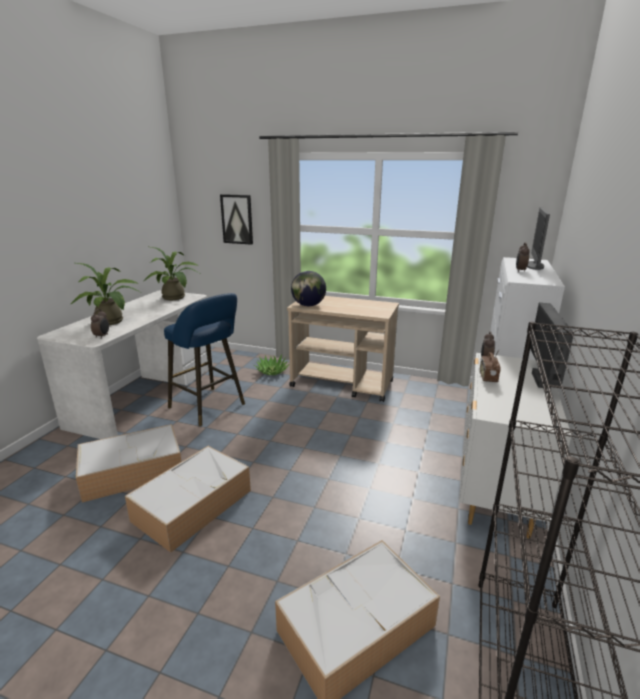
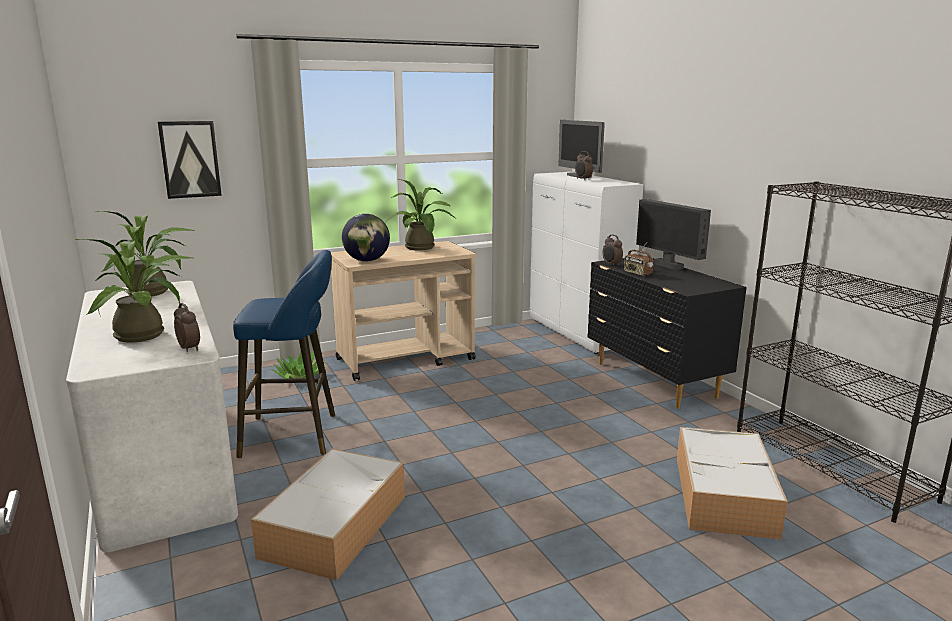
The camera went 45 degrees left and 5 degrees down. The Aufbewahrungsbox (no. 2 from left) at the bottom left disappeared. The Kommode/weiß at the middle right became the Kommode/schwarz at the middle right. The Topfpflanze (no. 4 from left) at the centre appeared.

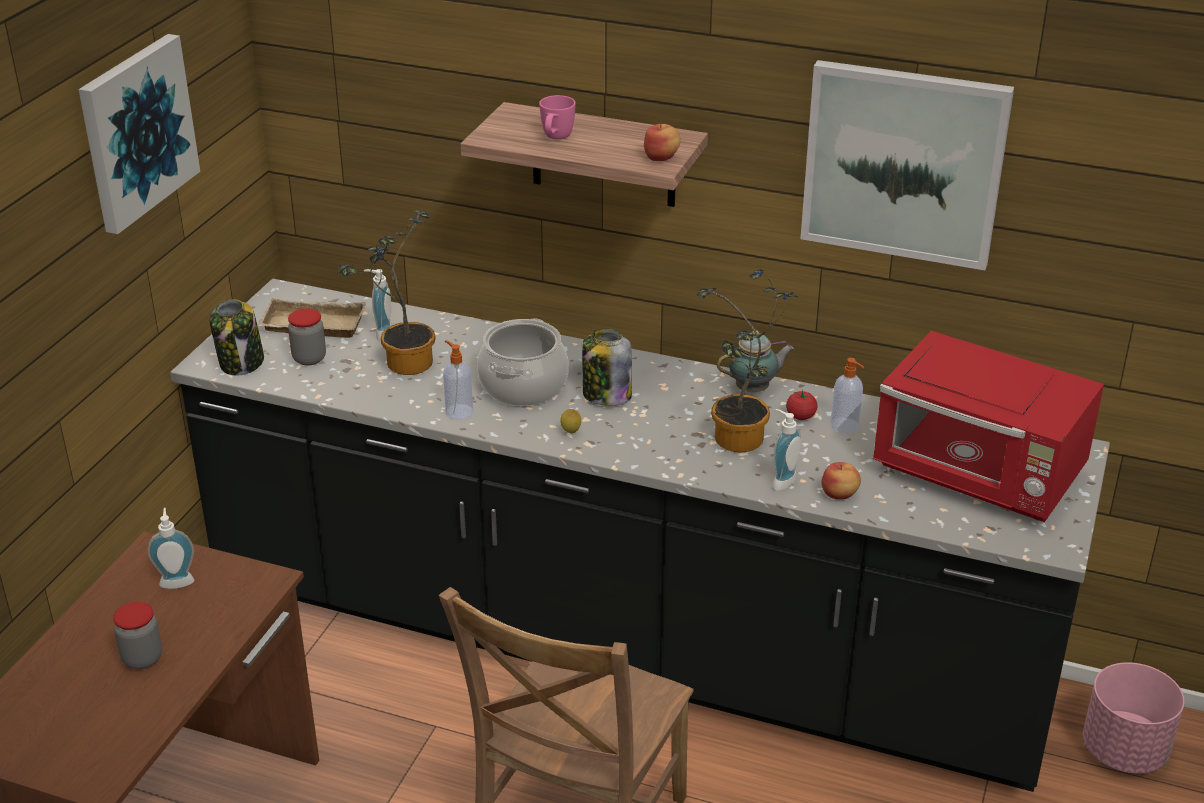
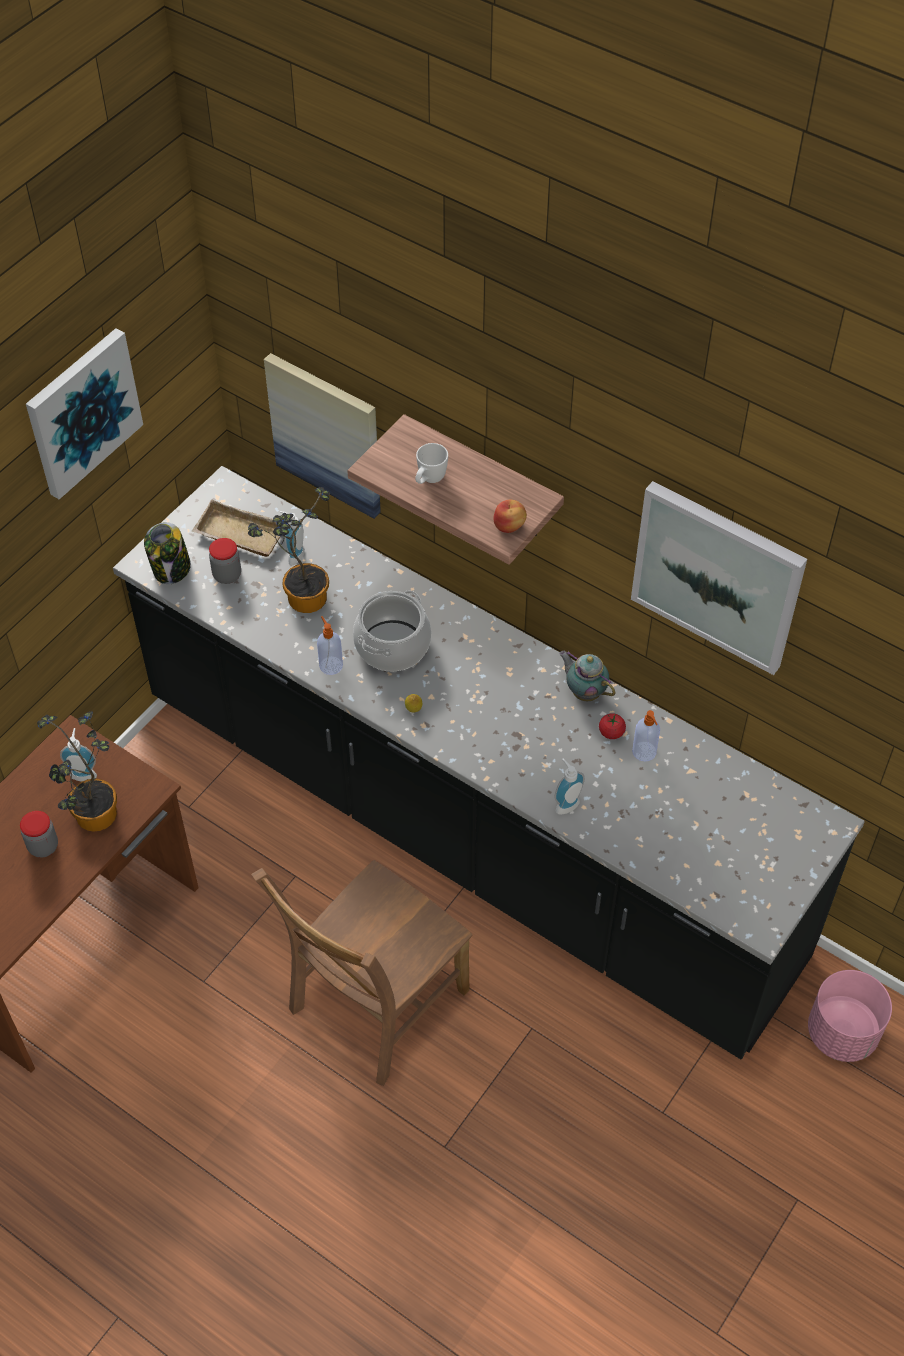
The camera went 15 degrees right and 20 degrees up. The Henkelbecher/rosa at the top centre became the Henkelbecher/weiß at the centre. The Vorratsglas (no. 4 from left) at the centre disappeared. The Topfpflanze (no. 2 from left in the first image) moved from the centre to the middle left. The Teekanne at the centre turned 135 degrees counterclockwise. The Apfel (no. 2 from left) at the middle right disappeared. The Mikrowelle/rot at the middle right disappeared. The Bild (no. 2 from left) at the top centre appeared.

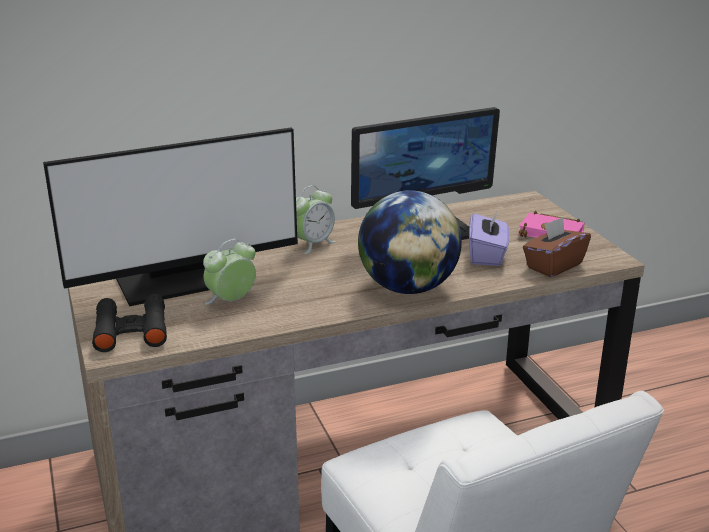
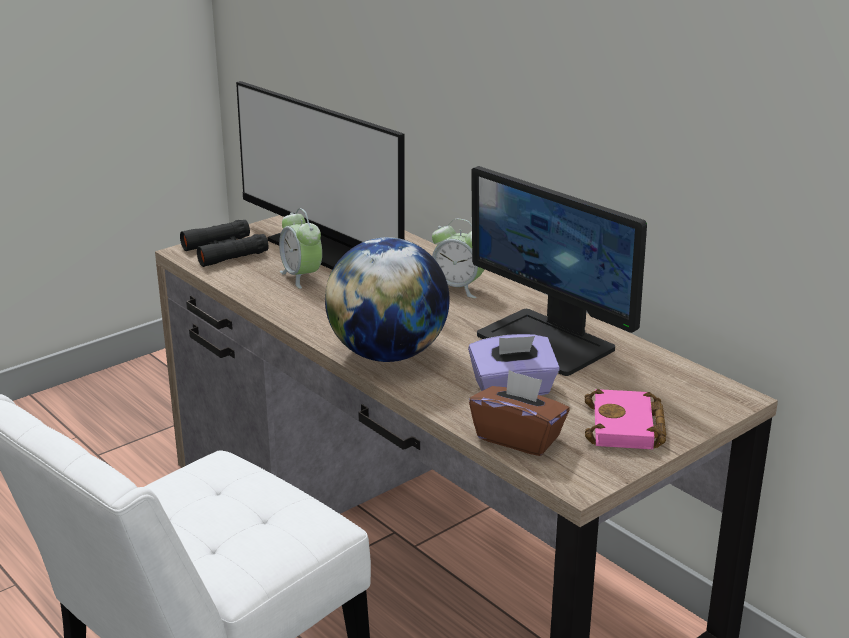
The camera went 70 degrees right and 0 degrees up. The Wecker (no. 1 from left) at the middle left turned 150 degrees counterclockwise.

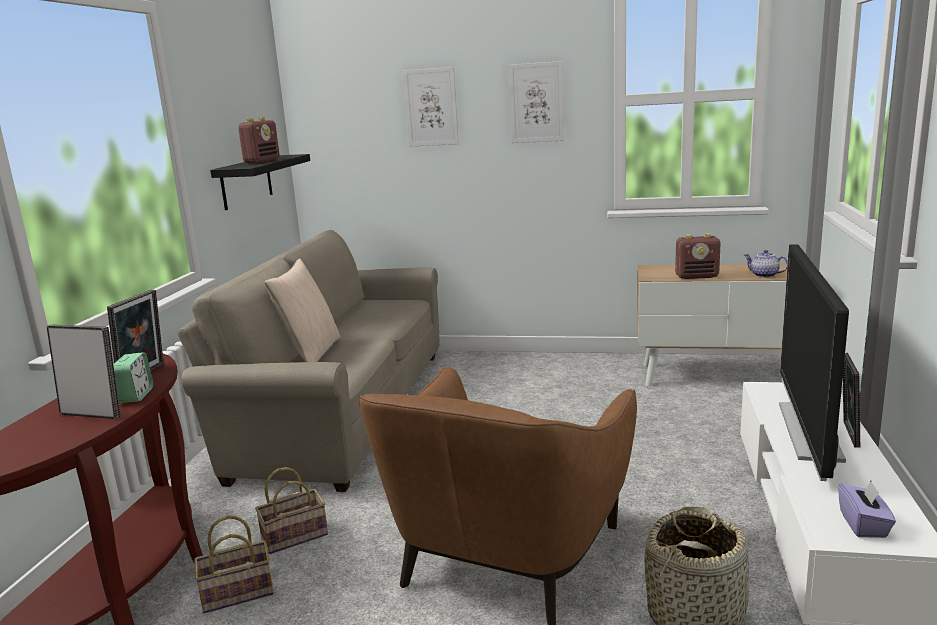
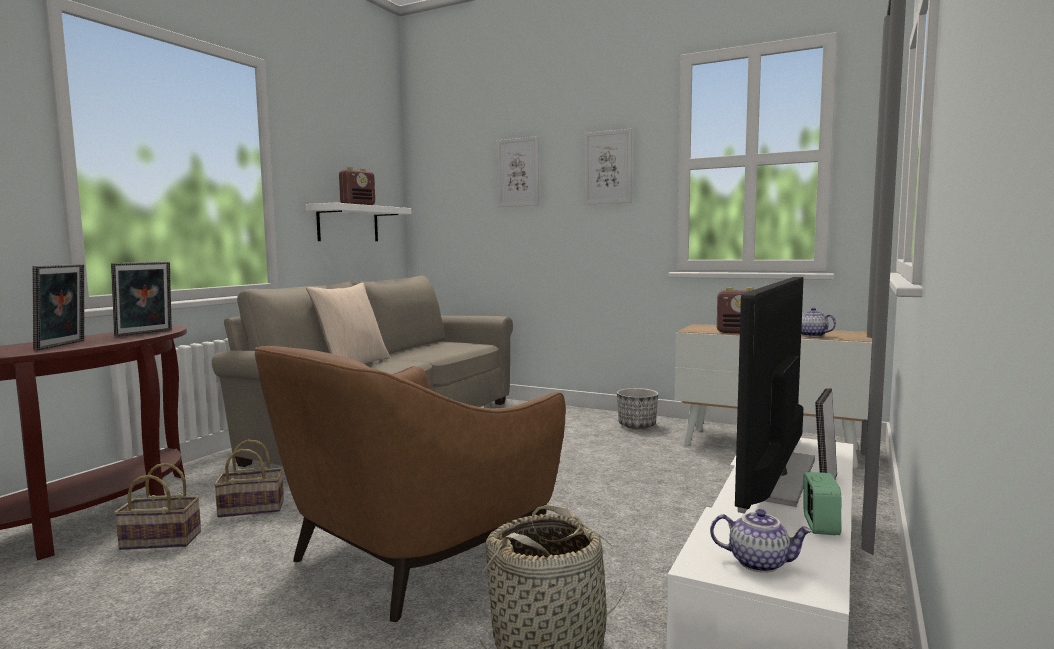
The camera went 15 degrees right and 10 degrees down. The Bilderrahmen (no. 1 from left) at the middle left turned 60 degrees clockwise. The Wecker moved from the middle left to the bottom right. The Wandregal/schwarz at the top left became the Wandregal/weiß at the centre. The Taschentuchbox/lila at the bottom right was replaced by the Teekanne (no. 1 from left) at the bottom right. The Pflanzkübel at the centre appeared.

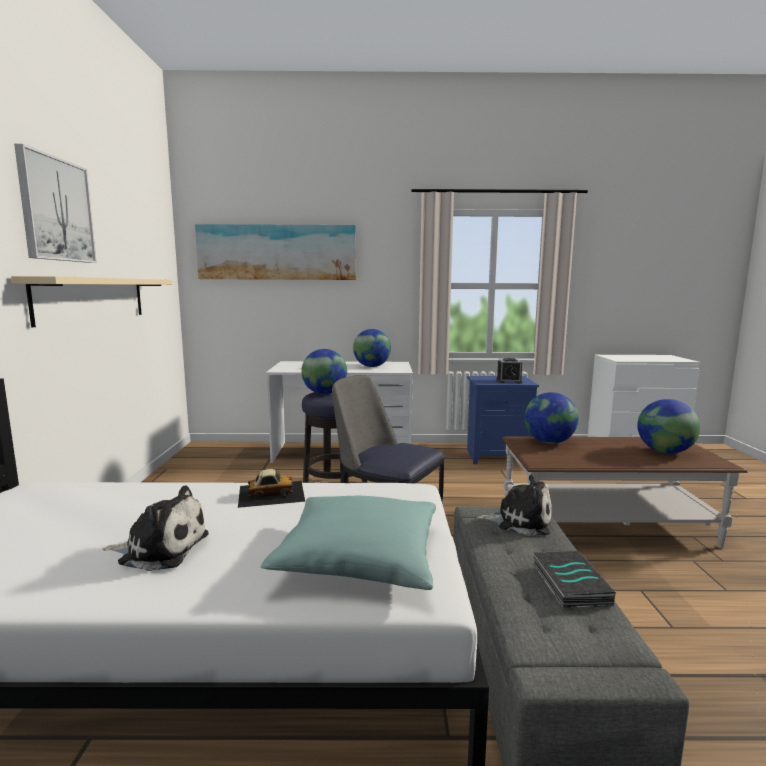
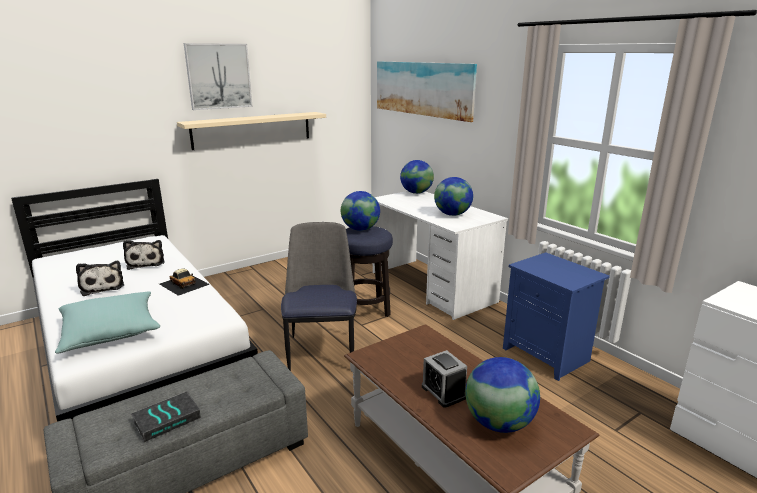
The camera went 55 degrees right and 10 degrees up. The Plüschtier (no. 2 from left) moved from the middle right to the middle left. The Wecker moved from the centre to the bottom centre. The Globus (no. 3 from left in the first image) moved from the middle right to the centre.

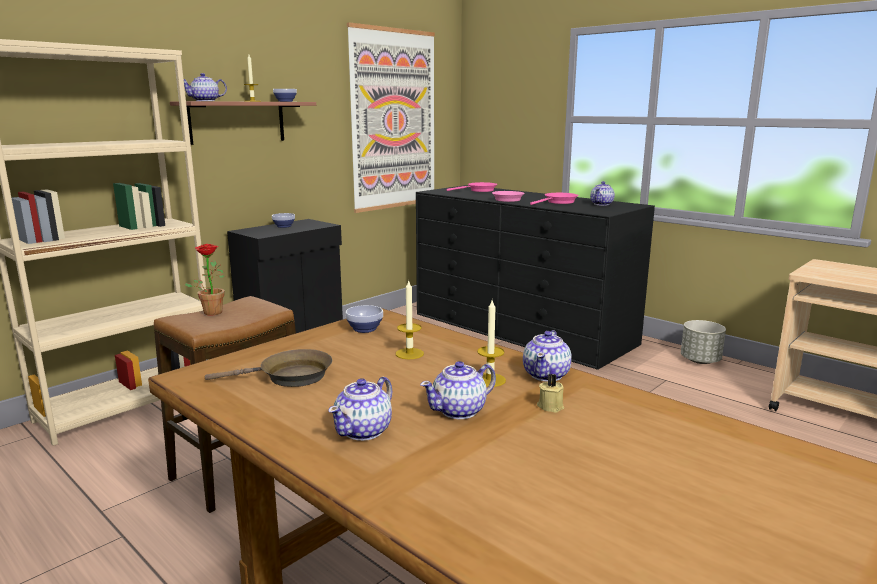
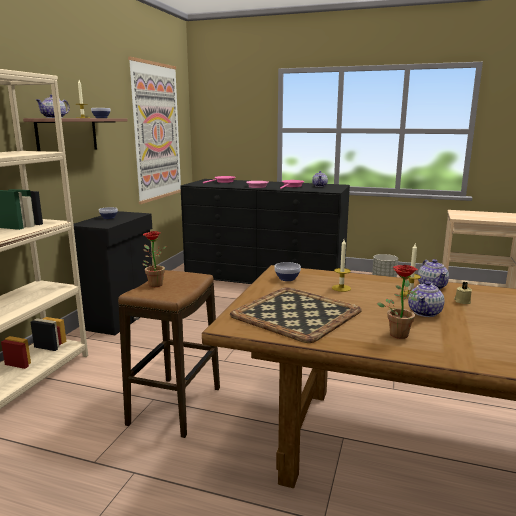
The camera went 25 degrees left and 0 degrees up. The Pfanne/braun at the middle left was replaced by the Tablett at the centre. The Teekanne (no. 2 from left) at the bottom centre was replaced by the Topfpflanze (no. 2 from left) at the middle right.

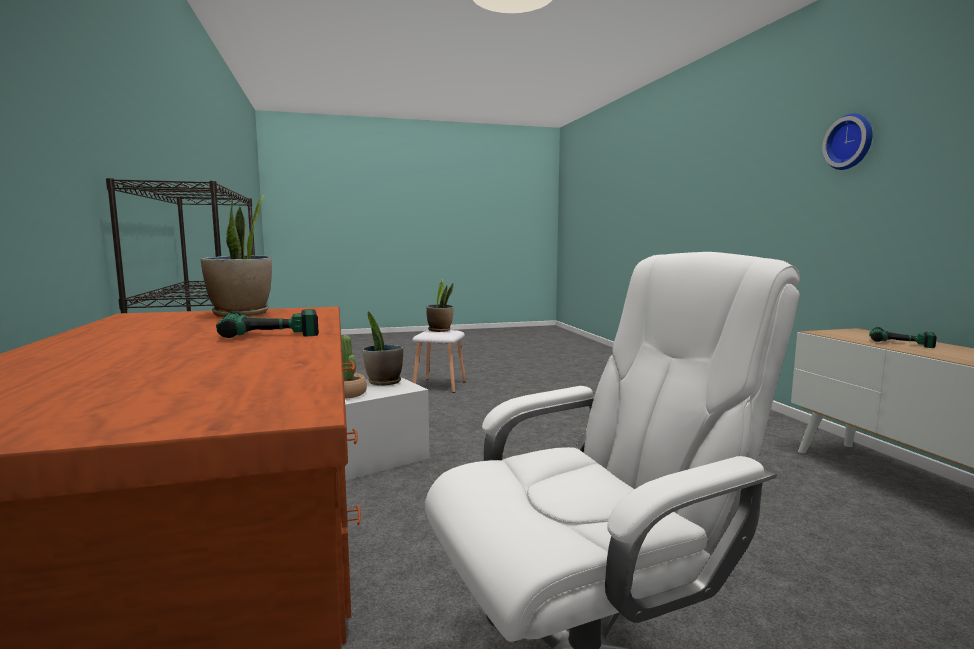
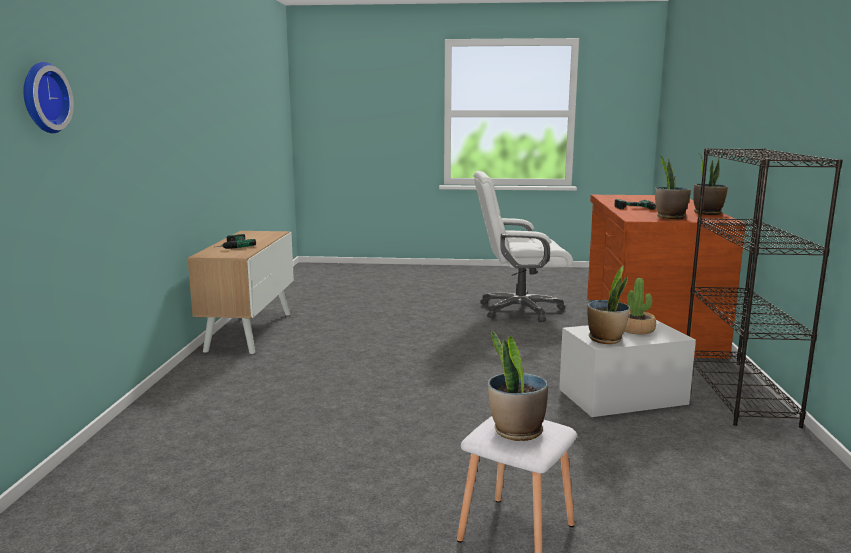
The camera went 160 degrees left and 5 degrees up. The Wanduhr moved from the top right to the top left. The Topfpflanze (no. 5 from left) at the middle right appeared.

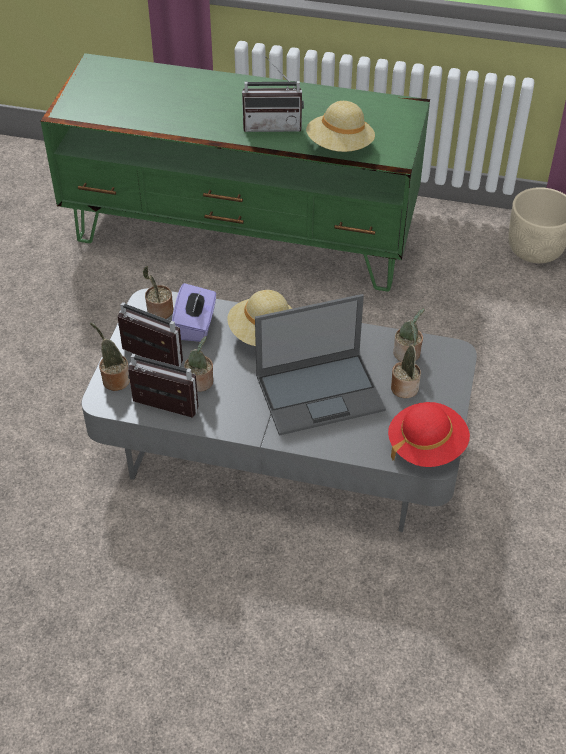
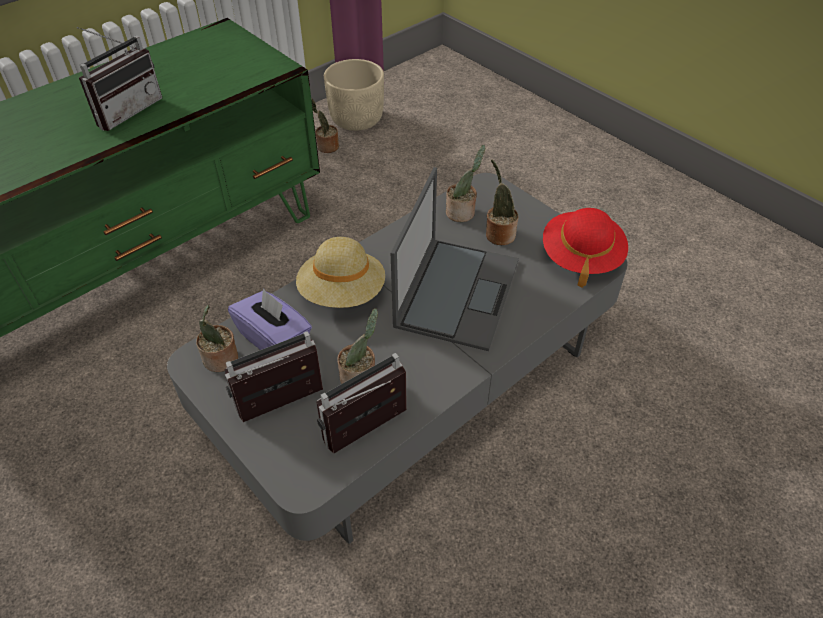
The camera went 55 degrees left and 0 degrees up. The Topfpflanze (no. 1 from left in the first image) moved from the middle left to the top centre. The Hut/beige (no. 2 from left) at the top centre disappeared.

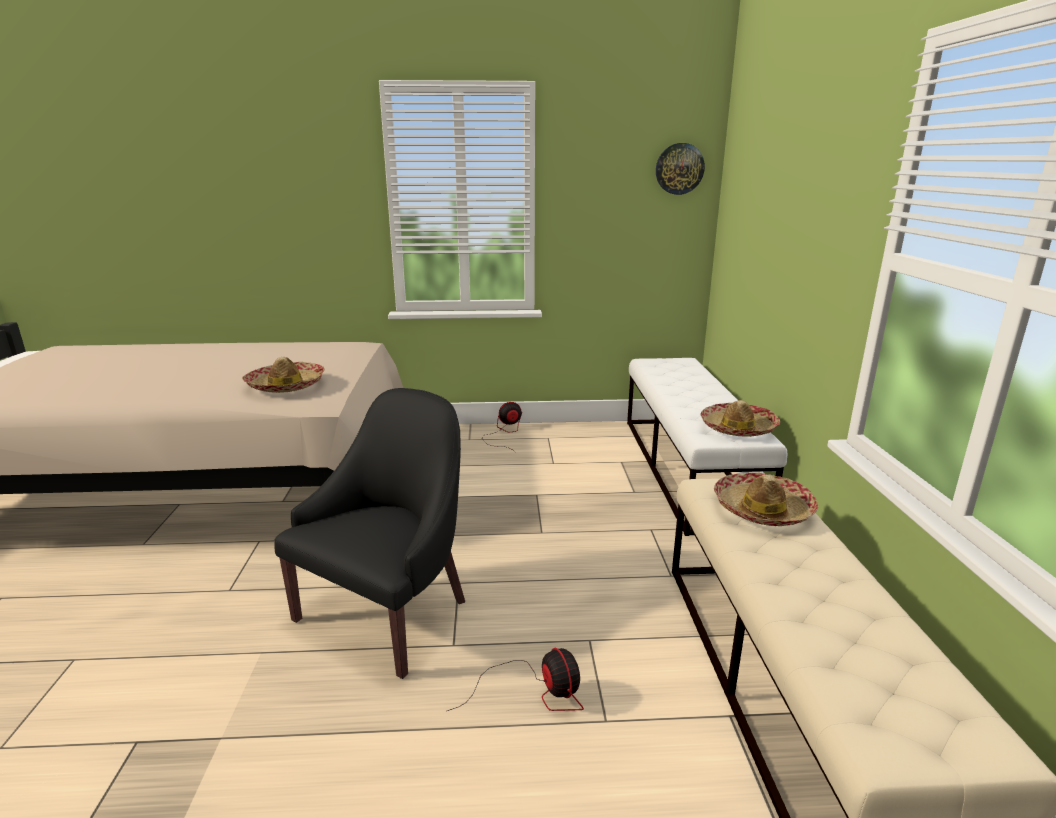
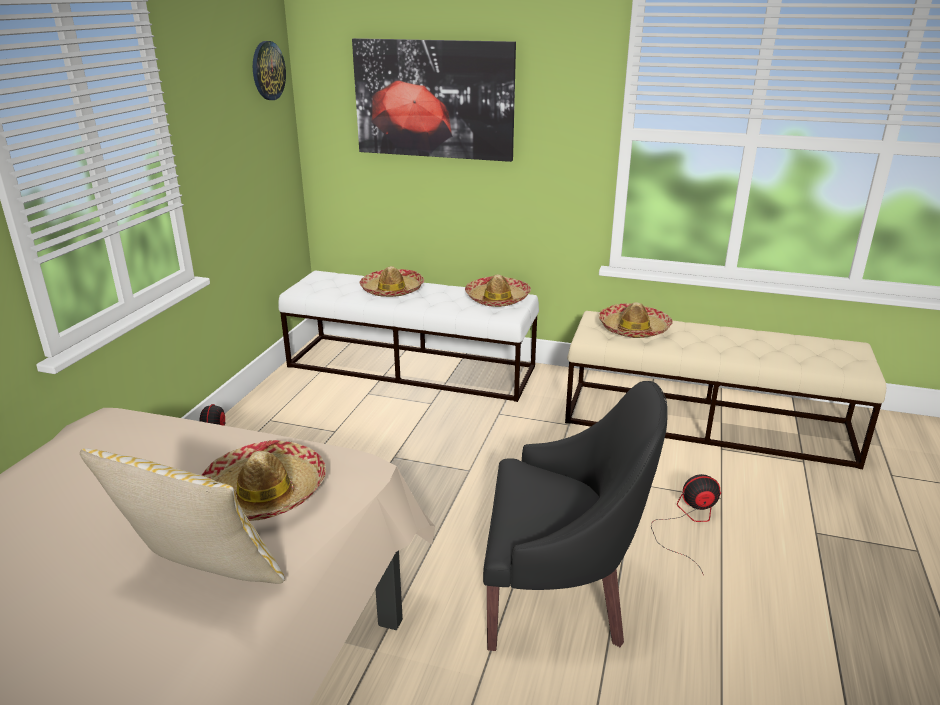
The camera went 70 degrees left and 5 degrees up. The Sessel/schwarz at the centre turned 135 degrees clockwise. The Kissen at the bottom left appeared. The Bild at the top centre appeared. The Hut (no. 2 from left) at the centre appeared.

